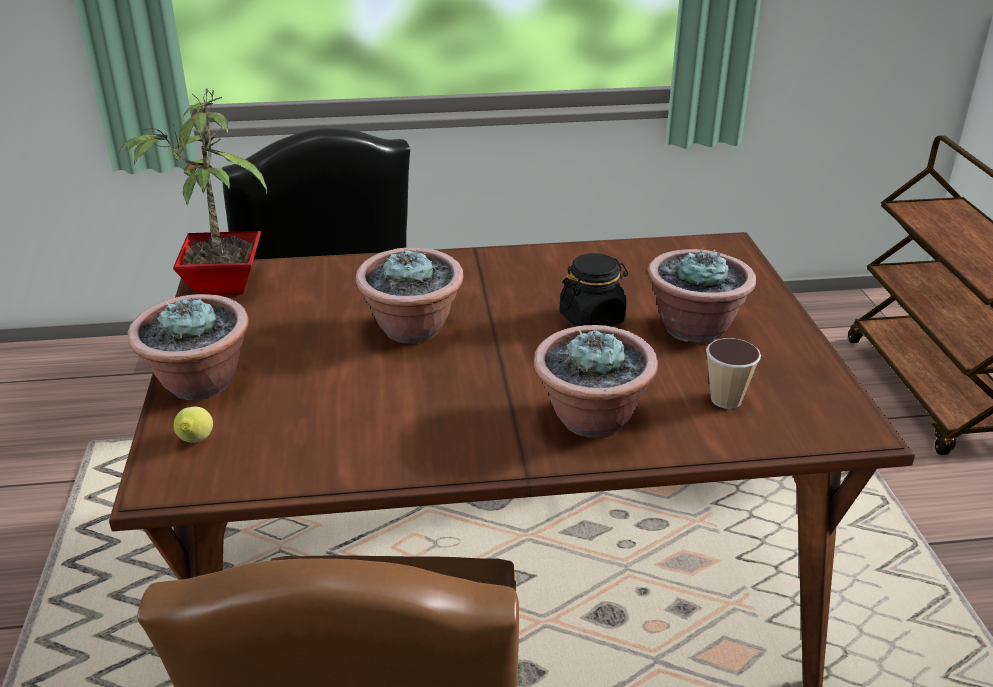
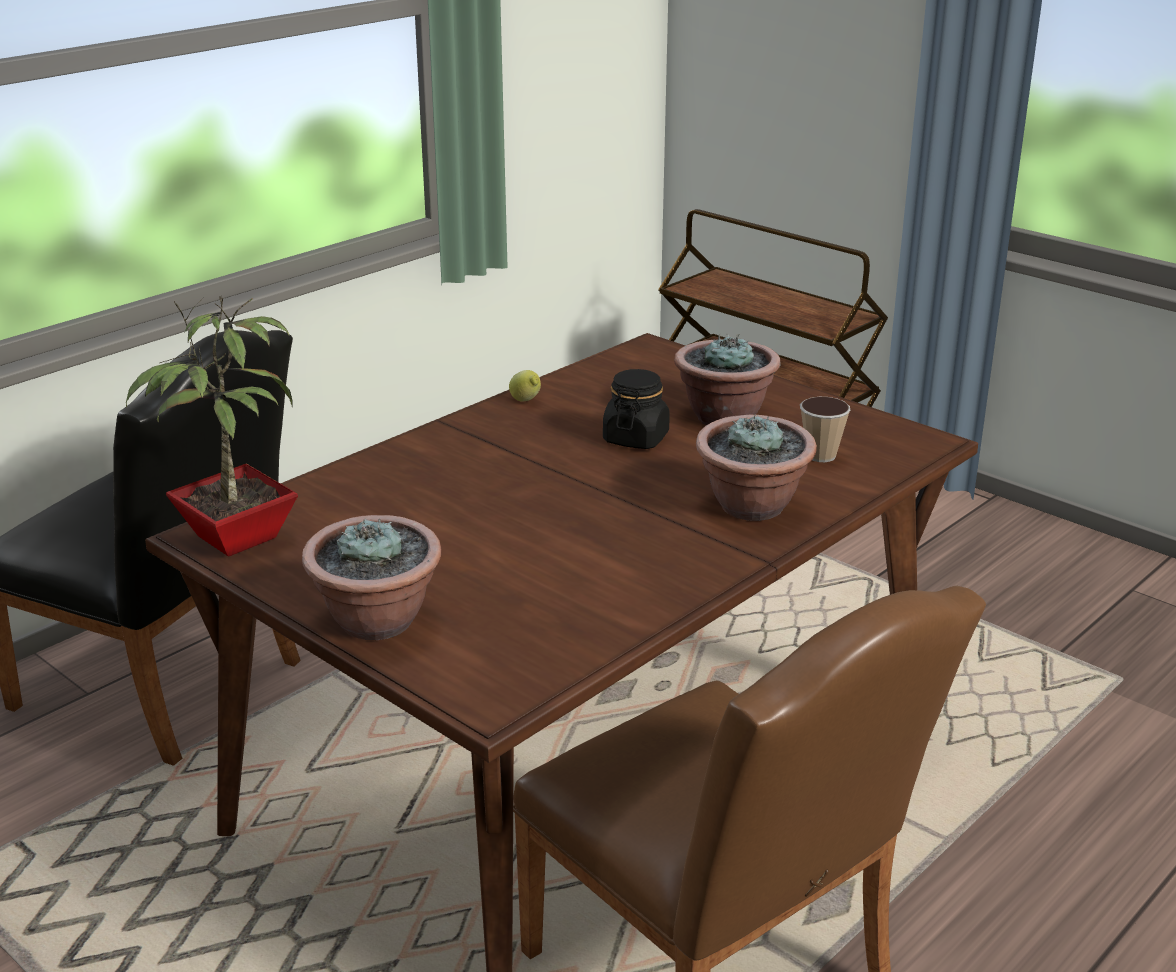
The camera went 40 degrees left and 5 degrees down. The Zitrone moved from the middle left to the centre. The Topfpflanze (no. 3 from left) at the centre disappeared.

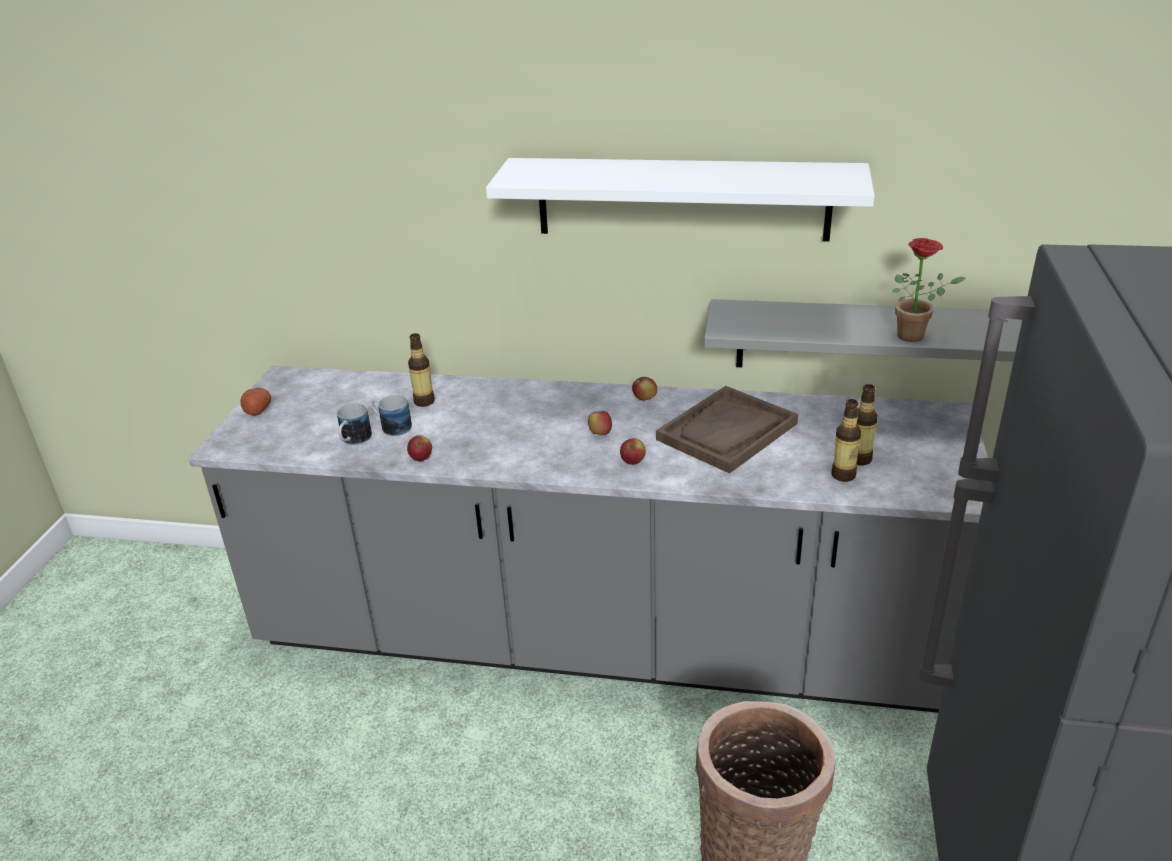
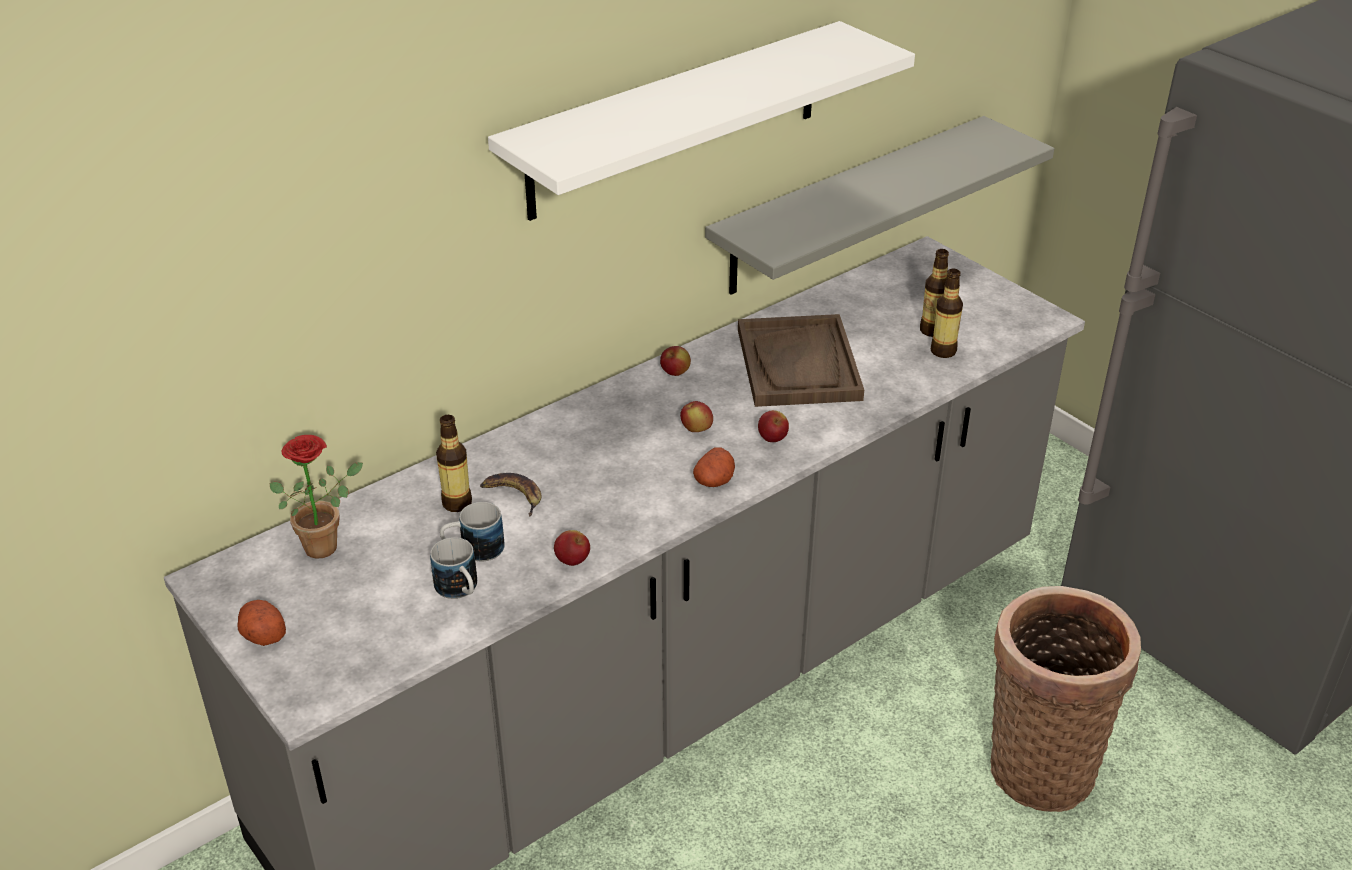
The camera went 50 degrees left and 5 degrees up. The Topfpflanze moved from the middle right to the middle left. The Banane at the centre appeared. The Kartoffel (no. 2 from left) at the centre appeared.

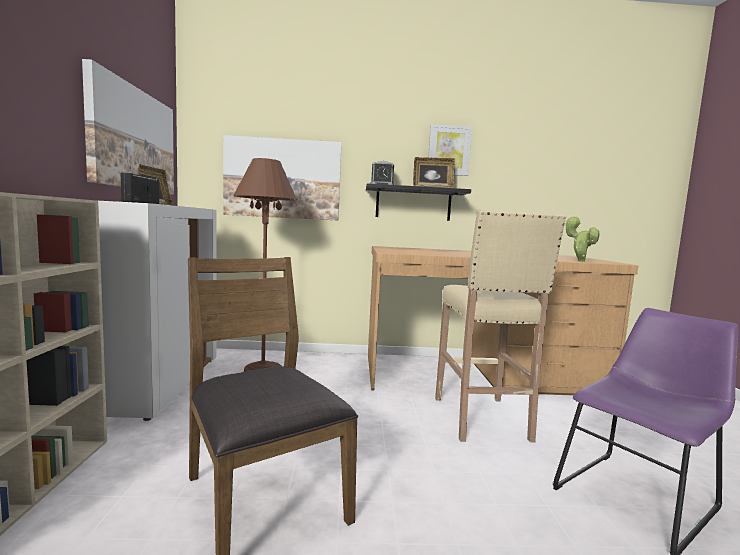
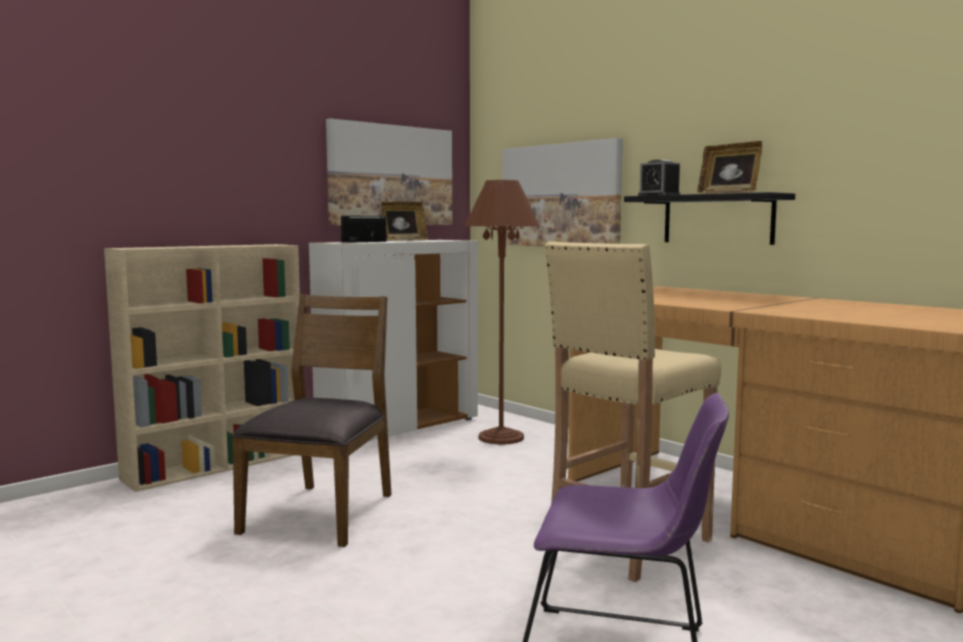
The camera went 50 degrees right and 0 degrees up. The Bild (no. 3 from left) at the top centre disappeared. The Topfpflanze at the middle right disappeared.

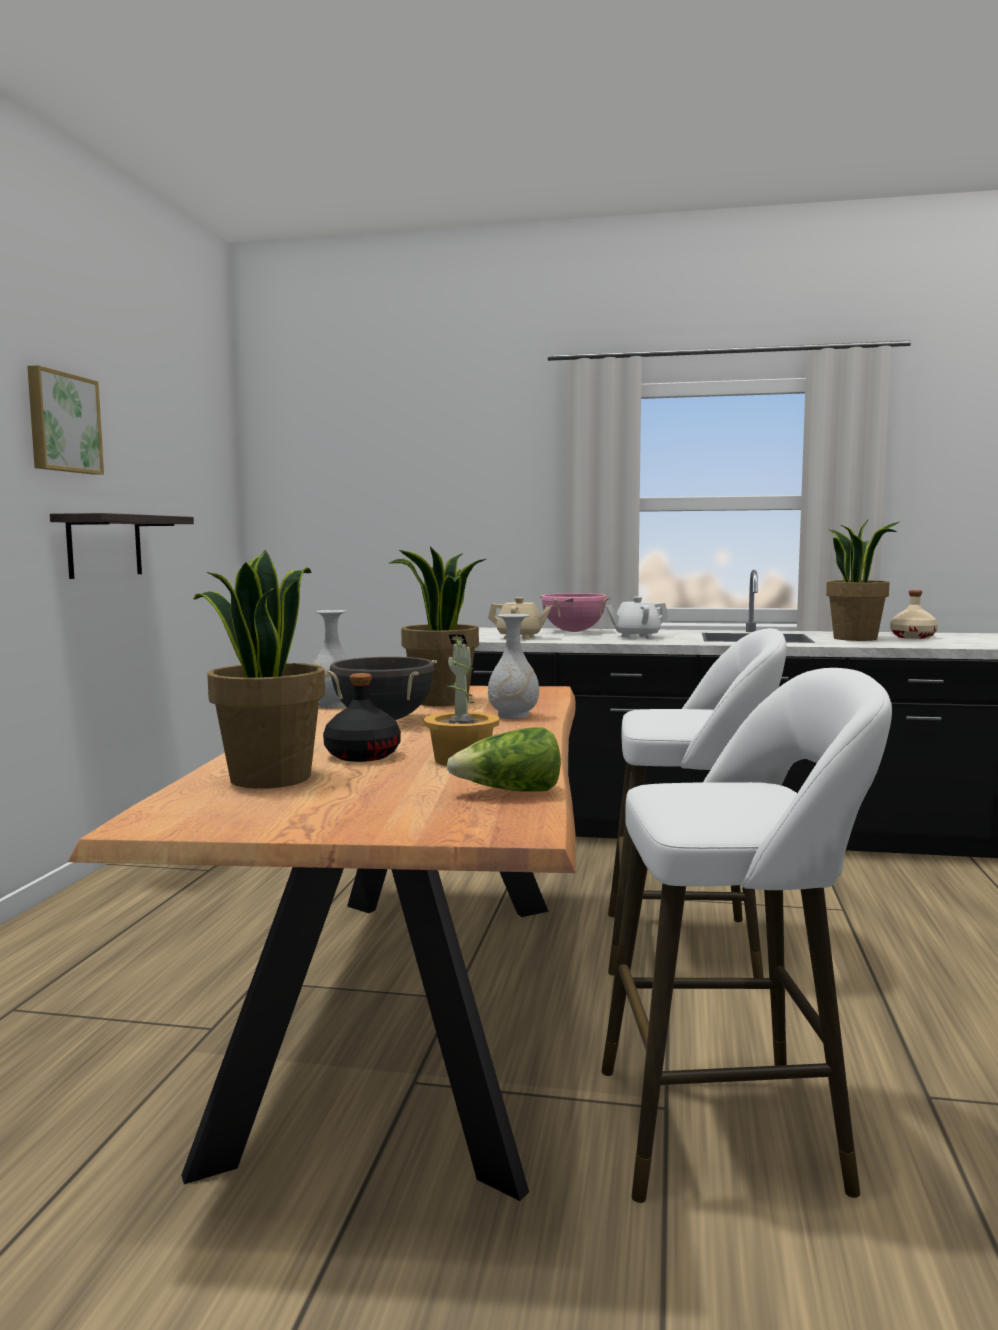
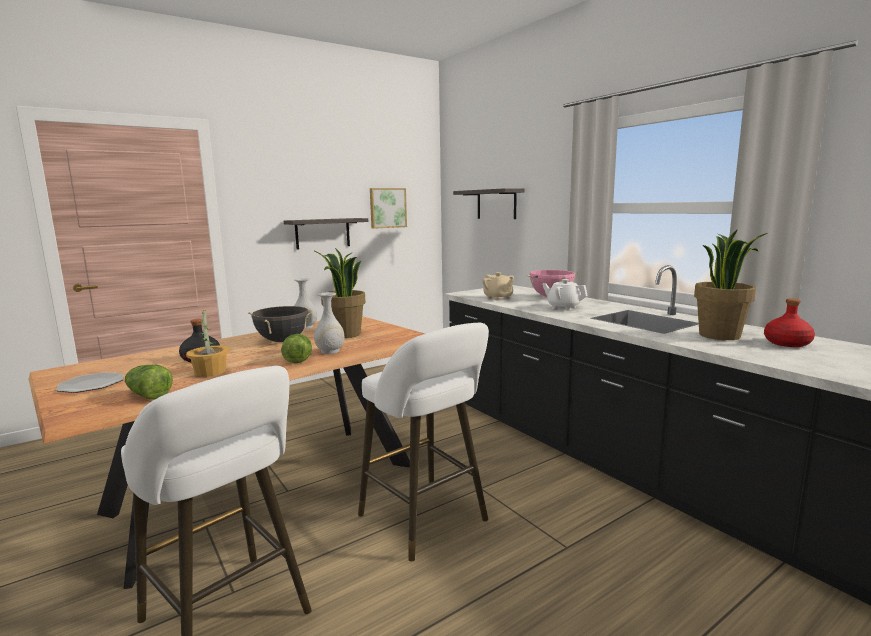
The camera went 45 degrees right and 5 degrees up. The Bild moved from the top left to the top centre. The Topfpflanze (no. 1 from left) at the middle left disappeared. The Flasche/beige at the middle right became the Flasche/rot at the middle right. The Teller at the middle left appeared. The Salatkopf (no. 2 from left) at the centre appeared. The Wandregal (no. 2 from left) at the top centre appeared.

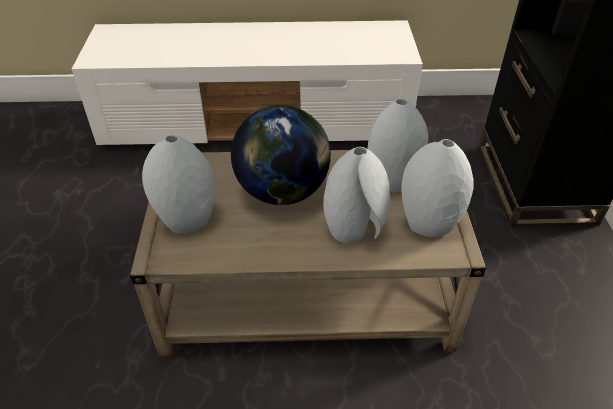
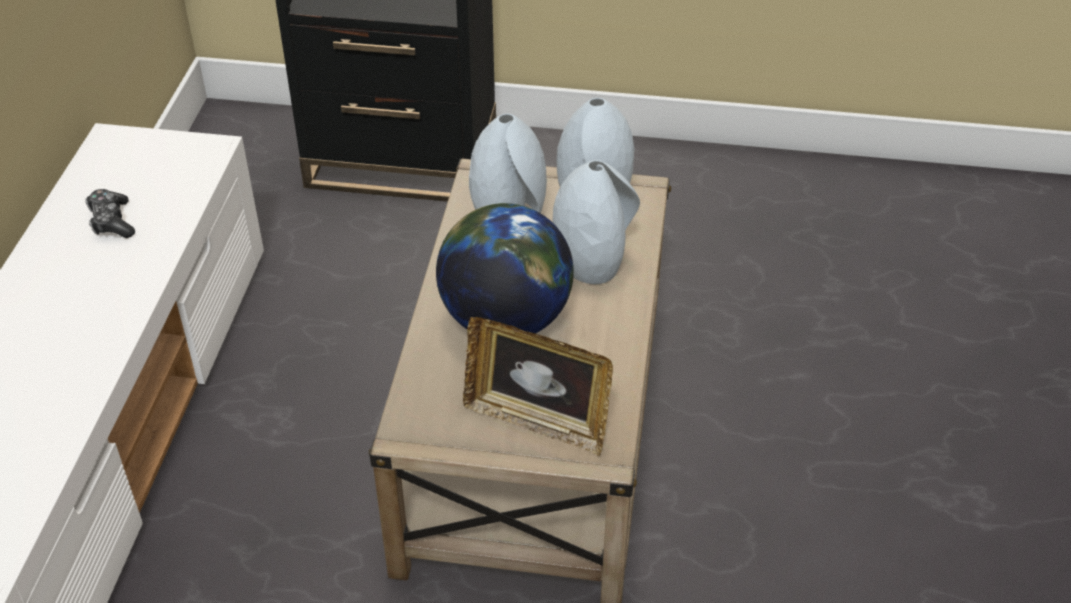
The camera went 80 degrees left and 0 degrees up. The Vase/grau (no. 1 from left) at the middle left was replaced by the Bilderrahmen at the centre. The Gamepad at the middle left appeared.

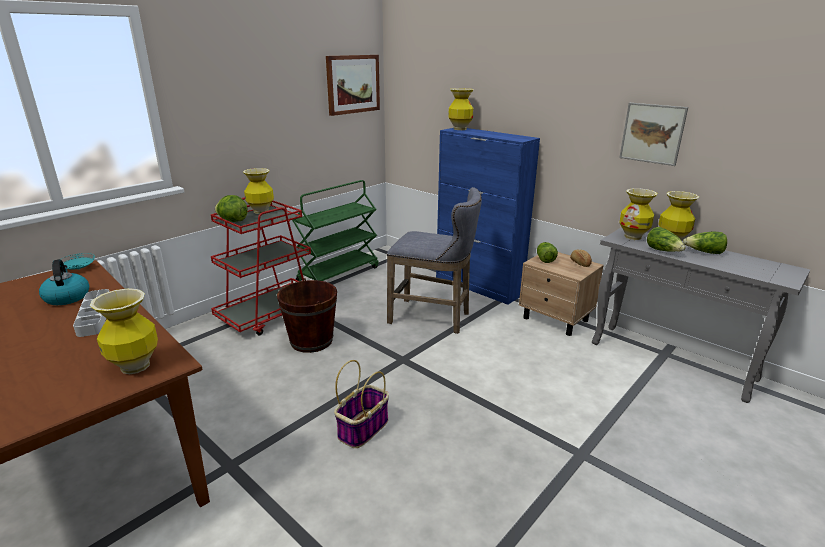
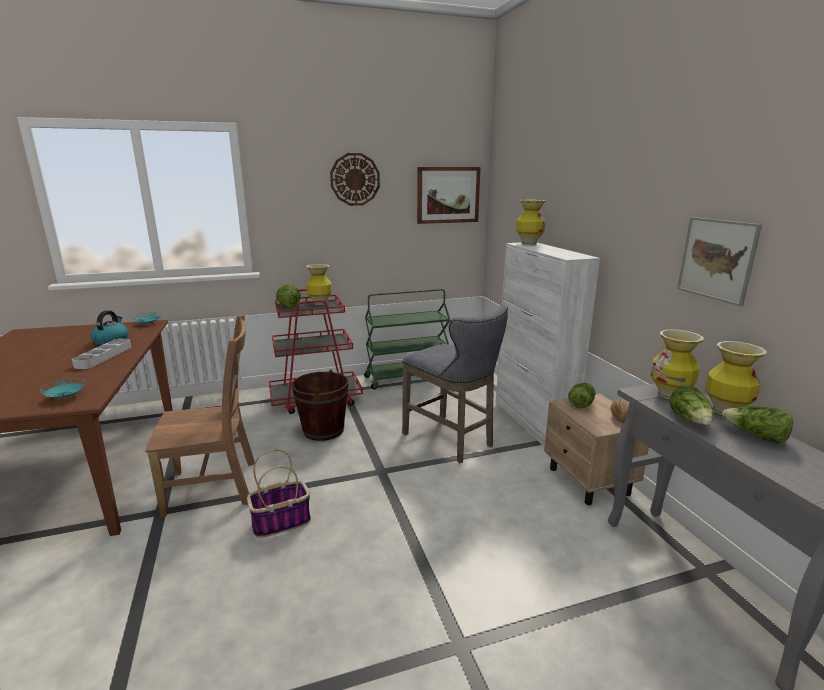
The camera went 30 degrees right and 5 degrees down. The Vase (no. 1 from left) at the middle left was replaced by the Teller/türkis (no. 1 from left) at the middle left. The Schrank/blau at the centre became the Schrank/weiß at the centre. The Stuhl/braun at the middle left appeared. The Wanduhr at the top centre appeared.

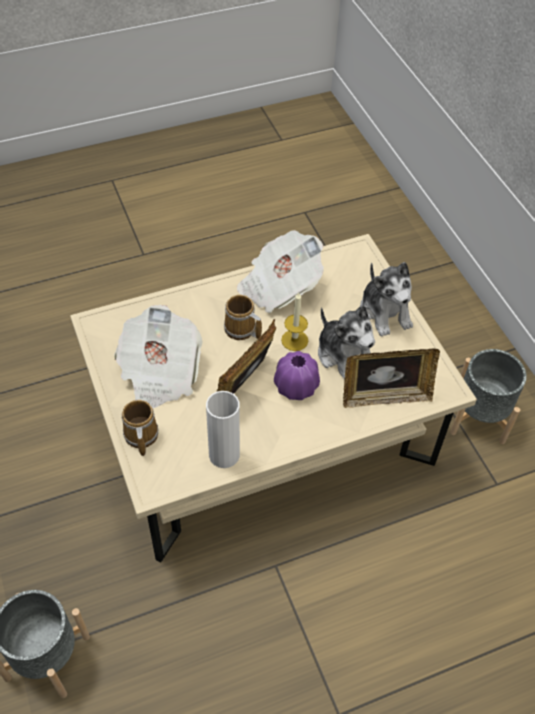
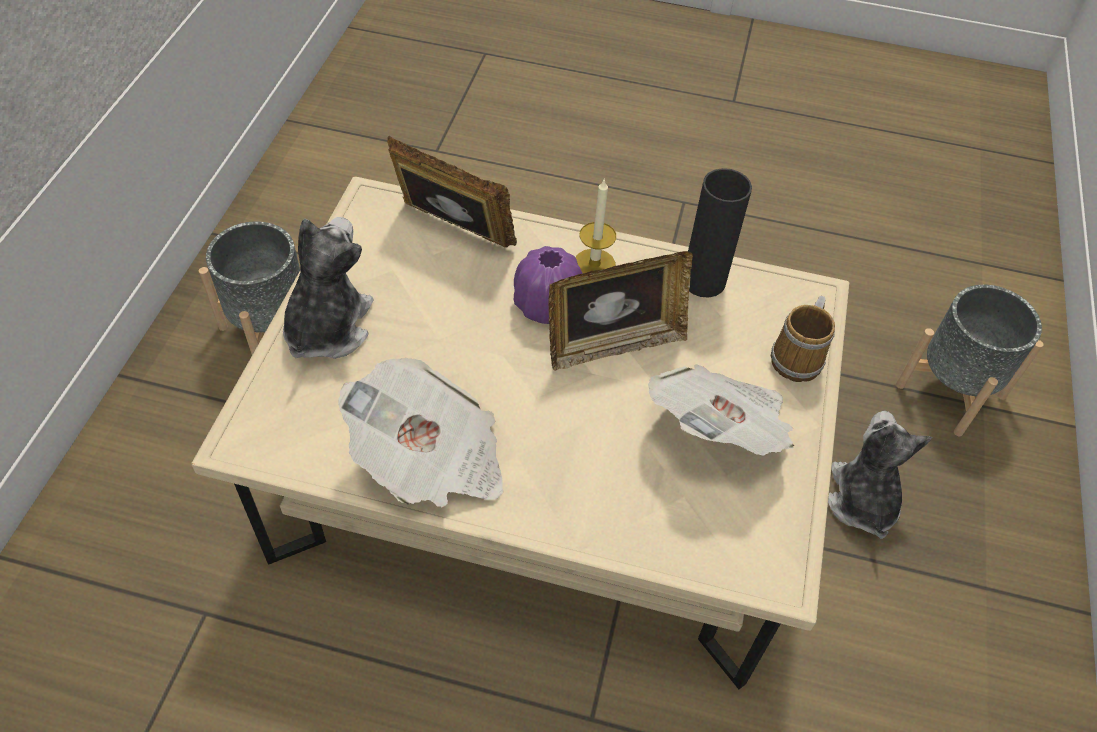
The camera went 145 degrees left and 0 degrees up. The Vase/weiß at the centre became the Vase/schwarz at the top centre. The Henkelbecher (no. 2 from left) at the centre disappeared. The Kerze moved from the centre to the top centre. The Plüschtier (no. 1 from left in the first image) moved from the centre to the middle right.

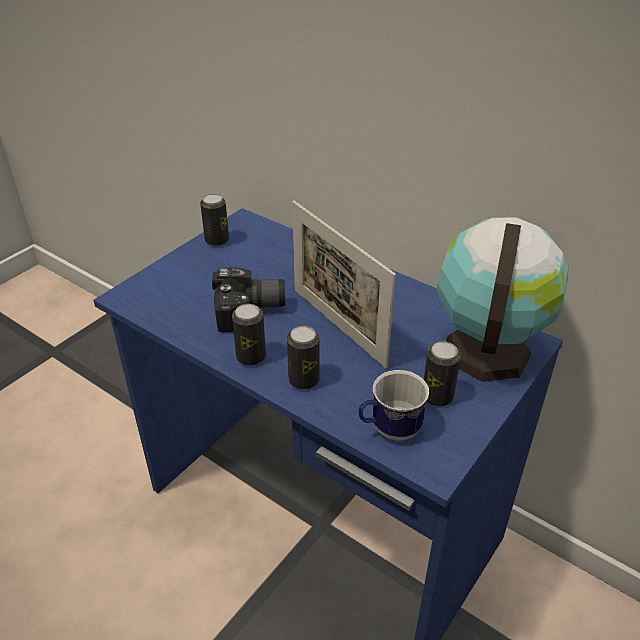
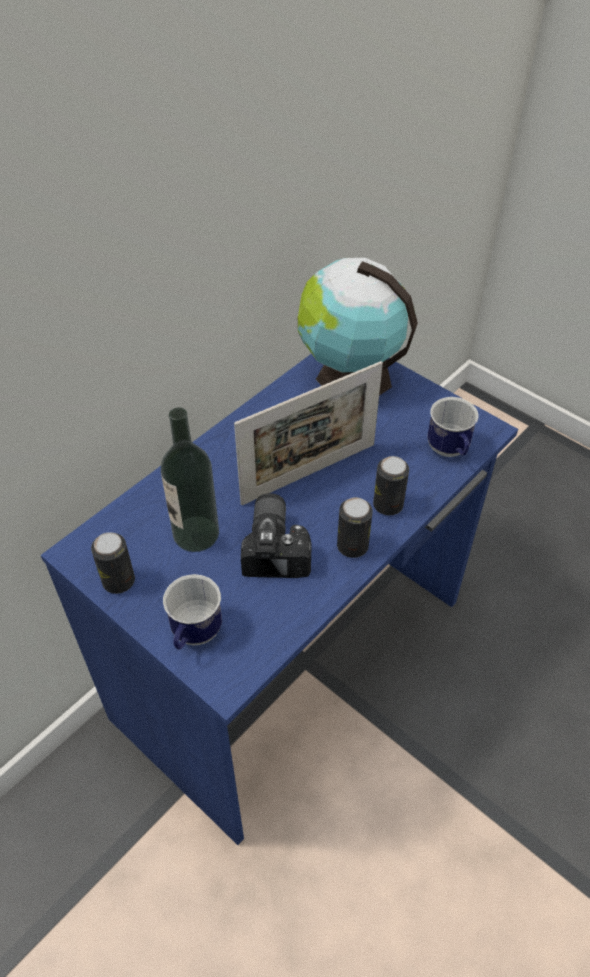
The camera went 85 degrees left and 10 degrees up. The Dose (no. 4 from left) at the middle right disappeared. The Flasche at the middle left appeared. The Henkelbecher (no. 1 from left) at the middle left appeared.

